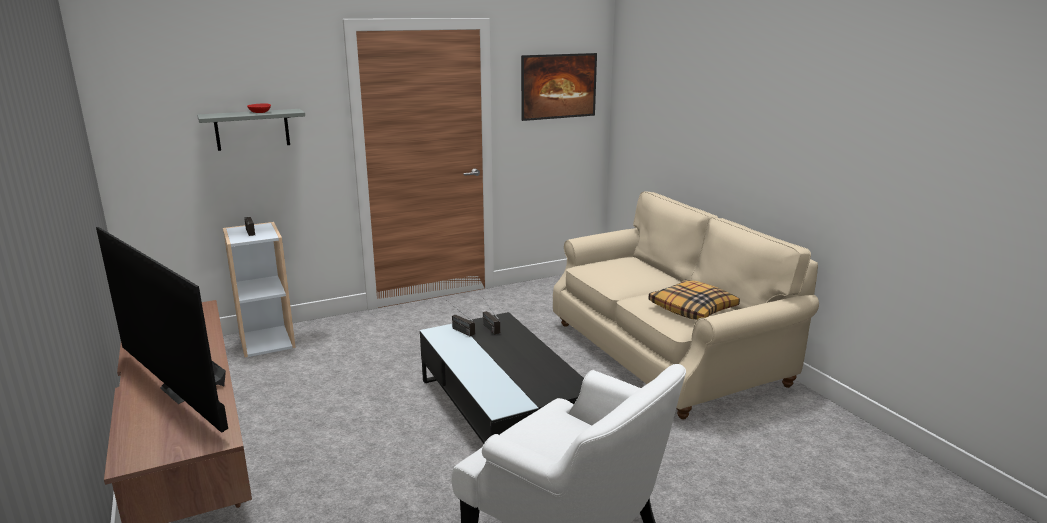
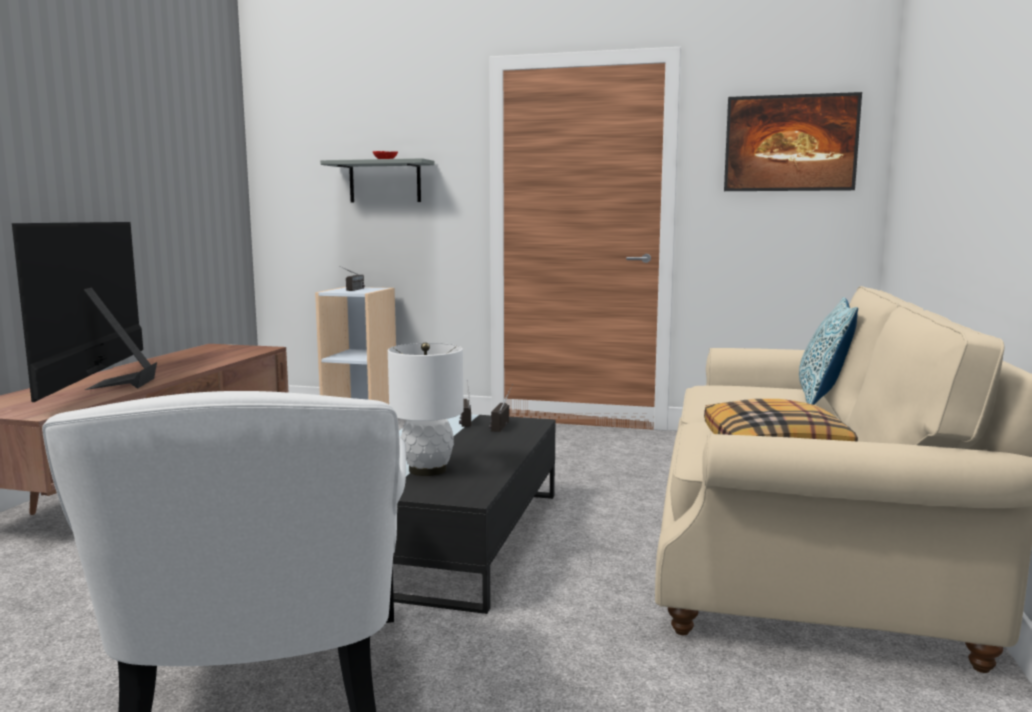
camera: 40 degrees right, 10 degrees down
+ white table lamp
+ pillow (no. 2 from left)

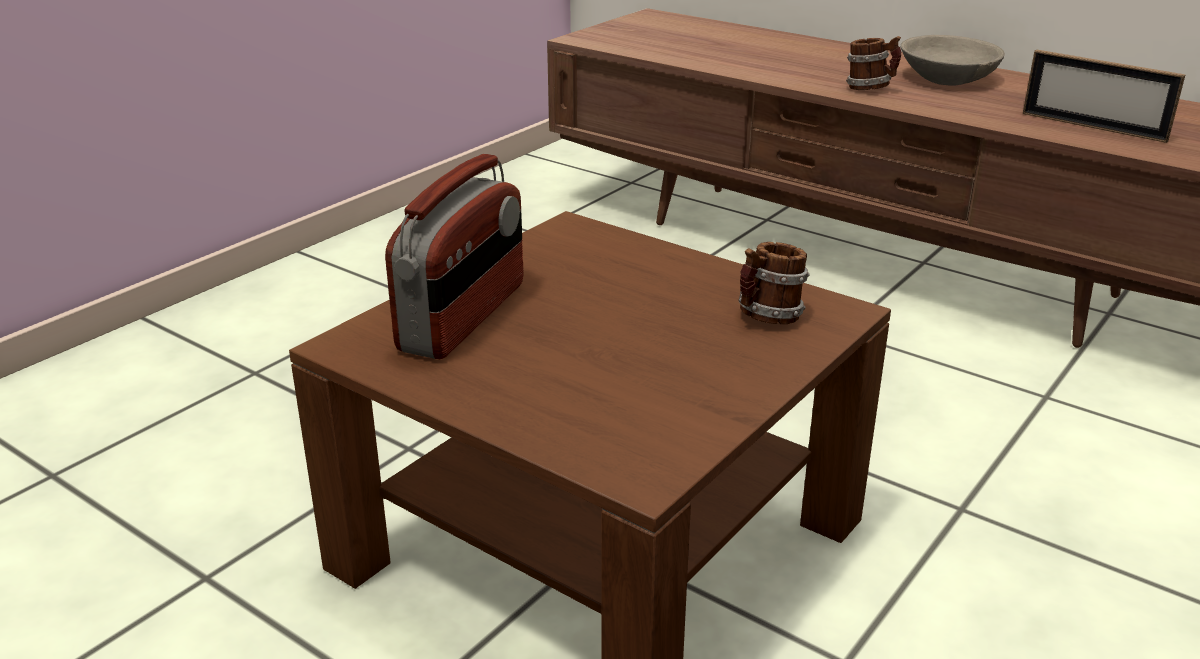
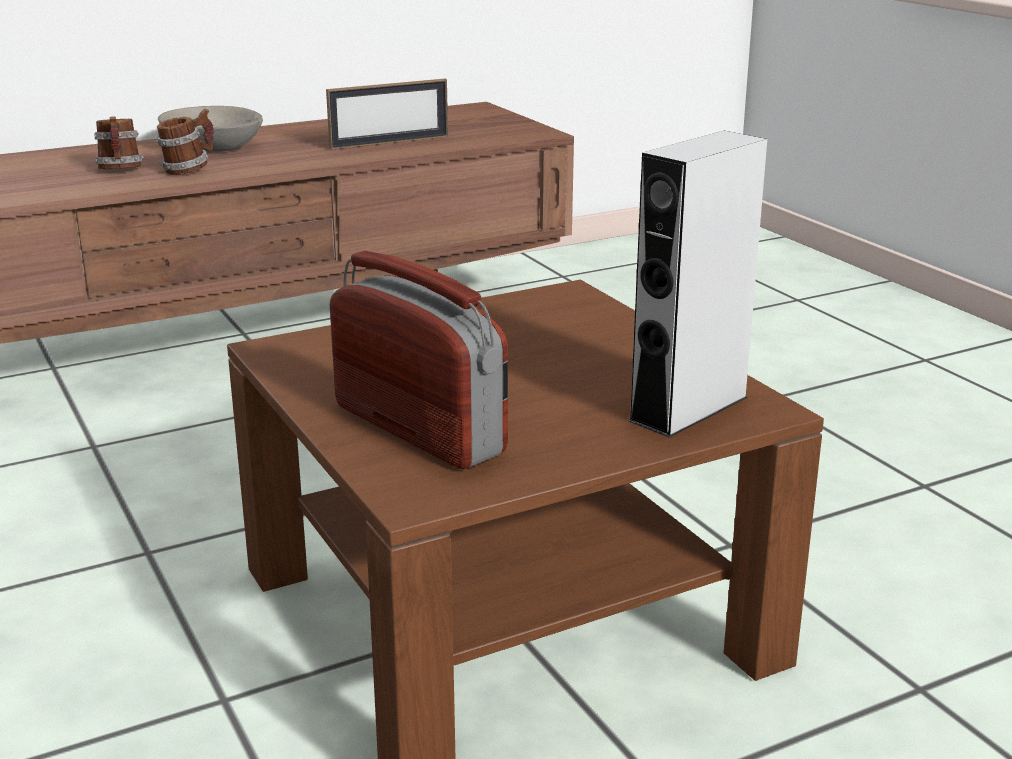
camera: 65 degrees left, 5 degrees down
~ mug (no. 1 from left)
+ grey speaker

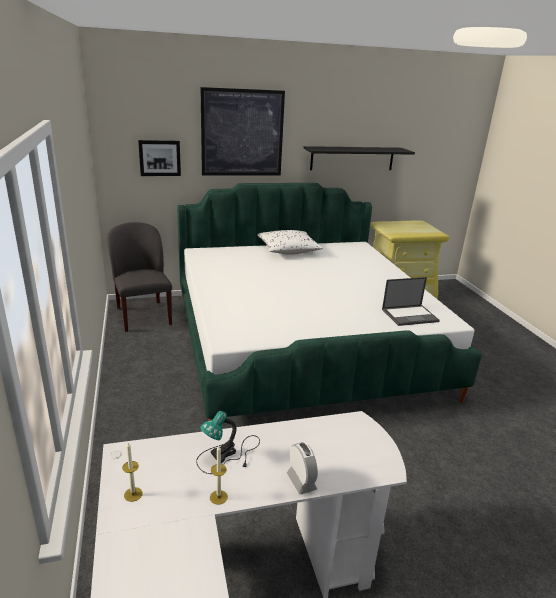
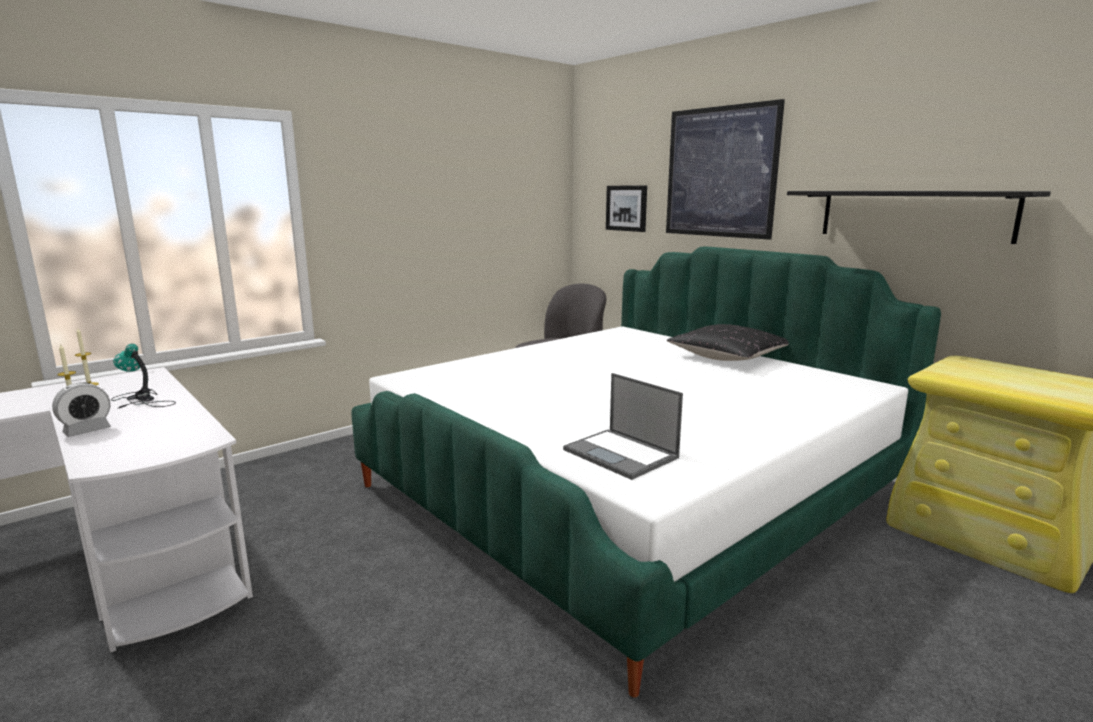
camera: 65 degrees right, 10 degrees down
~ white pillow to black pillow

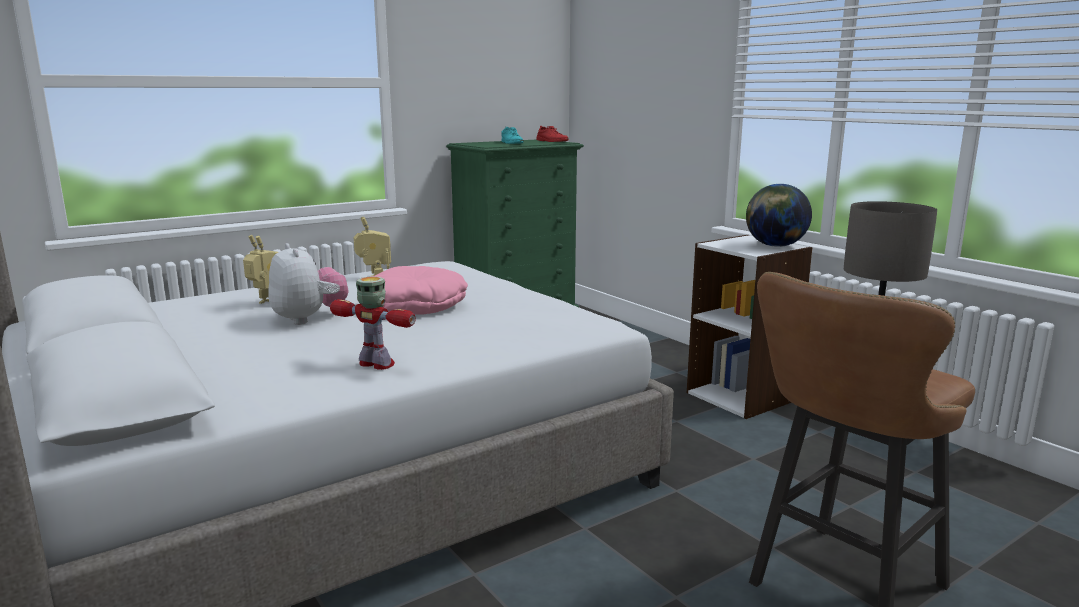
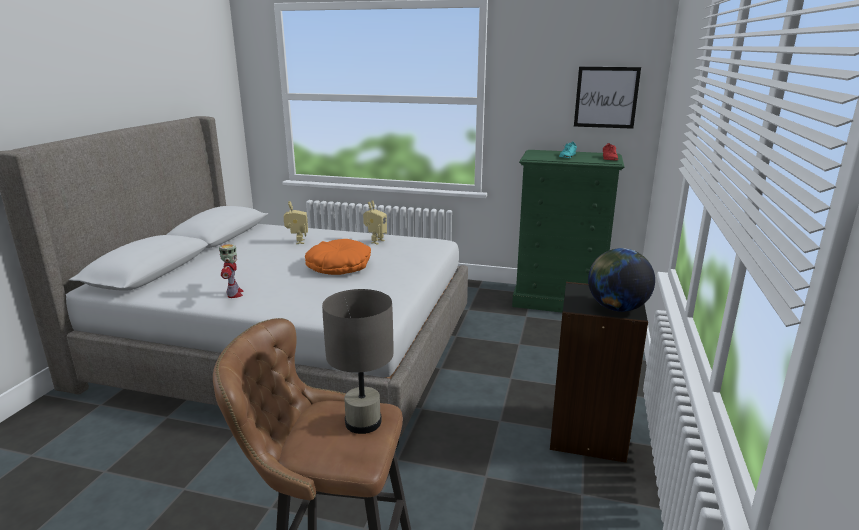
camera: 50 degrees right, 5 degrees up
- plush toy
~ pink pillow to orange pillow
~ white bookcase to black bookcase
+ picture

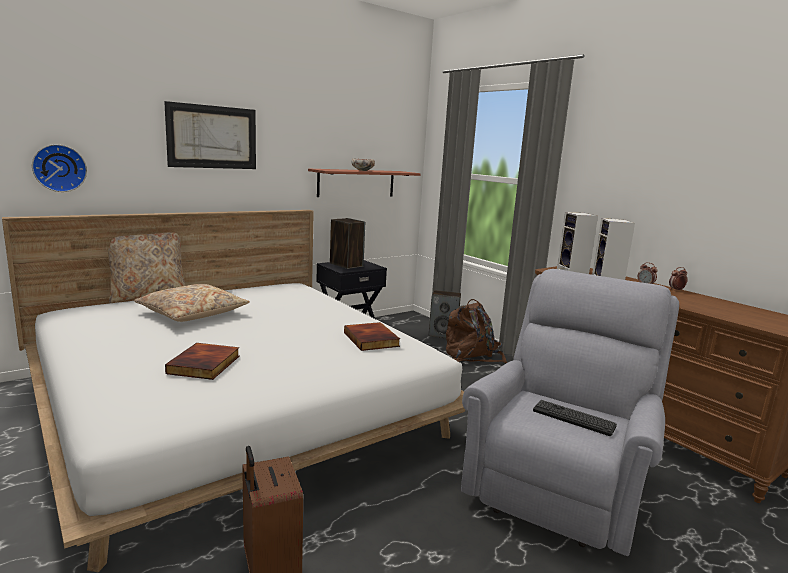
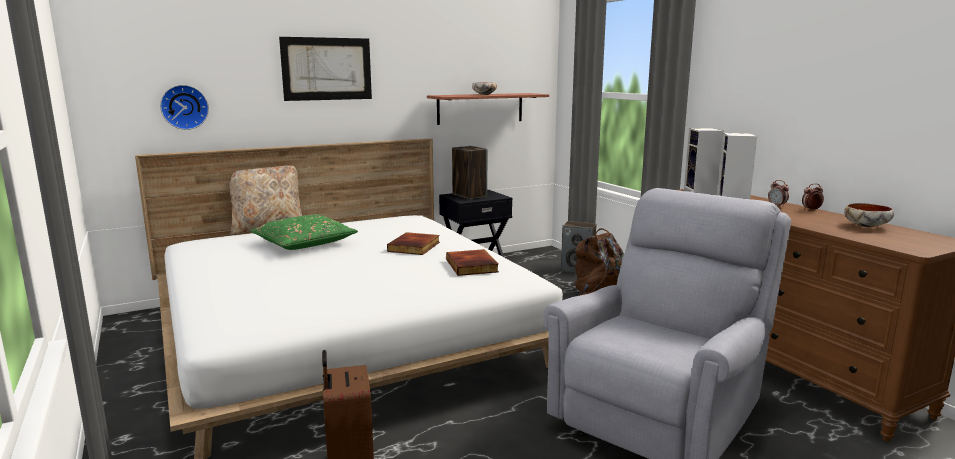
camera: 10 degrees right, 0 degrees up
~ beige pillow (no. 2 from left) to green pillow
~ book (no. 1 from left)
- keyboard
+ bowl (no. 2 from left)

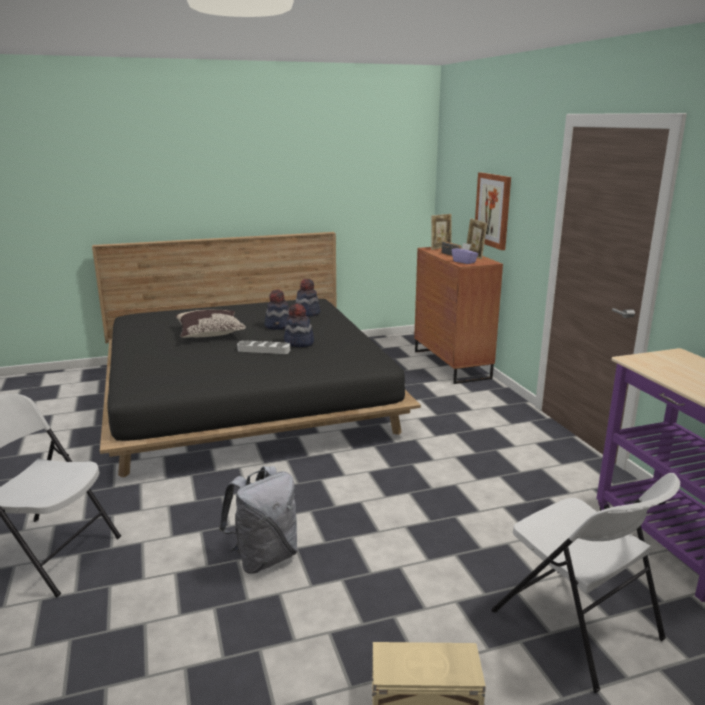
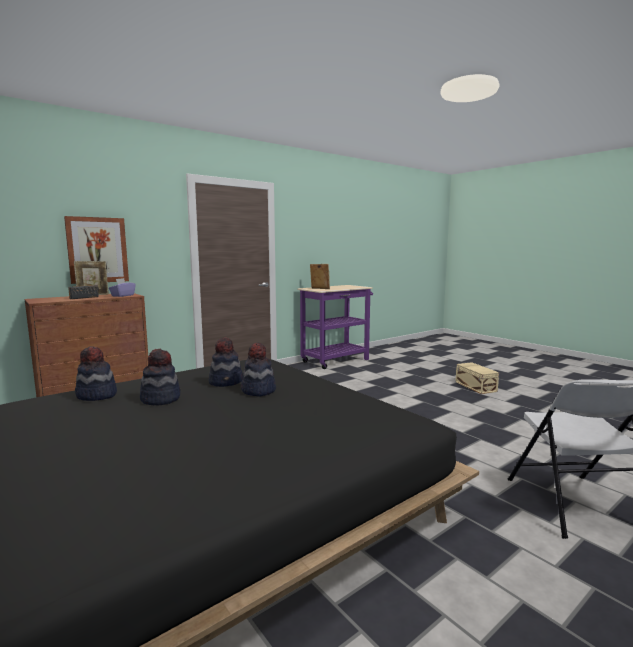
camera: 110 degrees left, 10 degrees down
- pillow
- grey backpack
~ grey tray to hat (no. 4 from left)
~ picture frame (no. 1 from left in the first image) to picture frame (no. 2 from left)
- white chair (no. 2 from left)

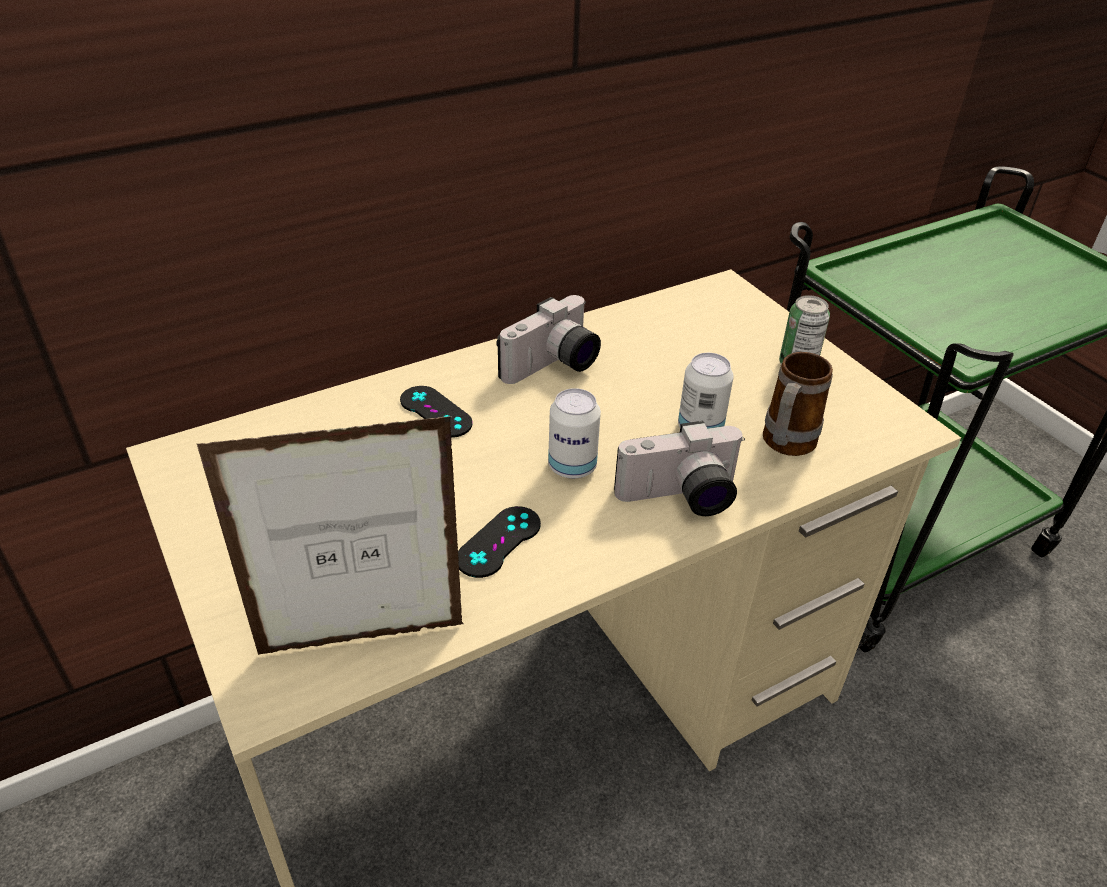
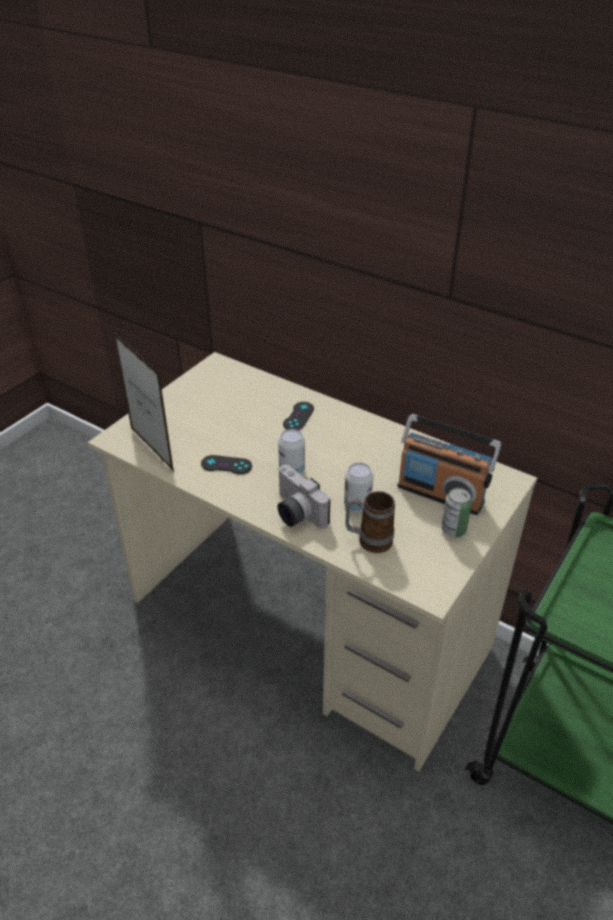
camera: 65 degrees right, 0 degrees up
- photo camera (no. 1 from left)
+ radio

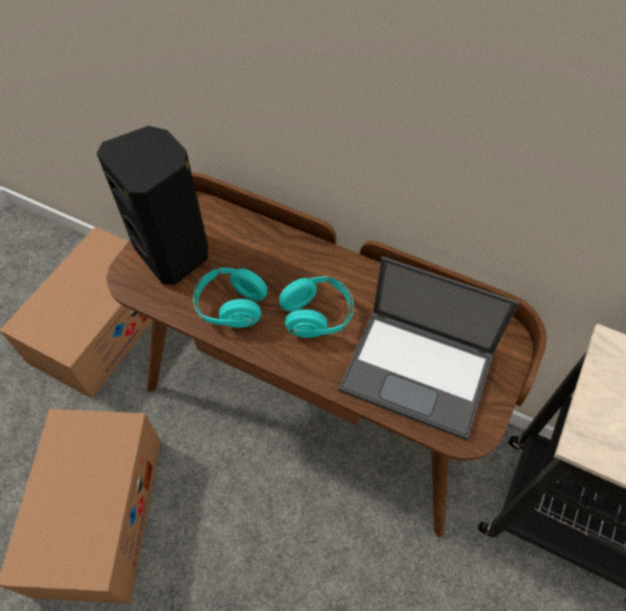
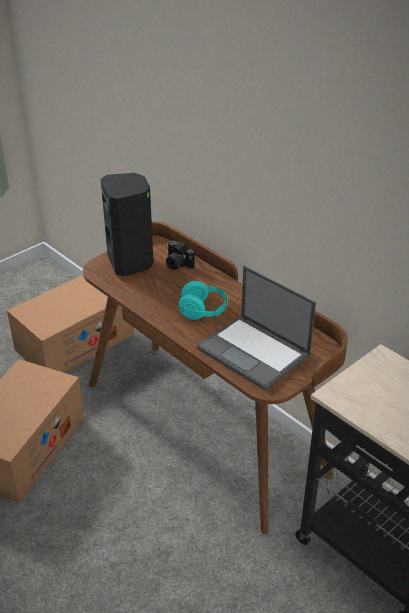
camera: 20 degrees right, 20 degrees down
- turquoise headphones (no. 1 from left)
+ photo camera

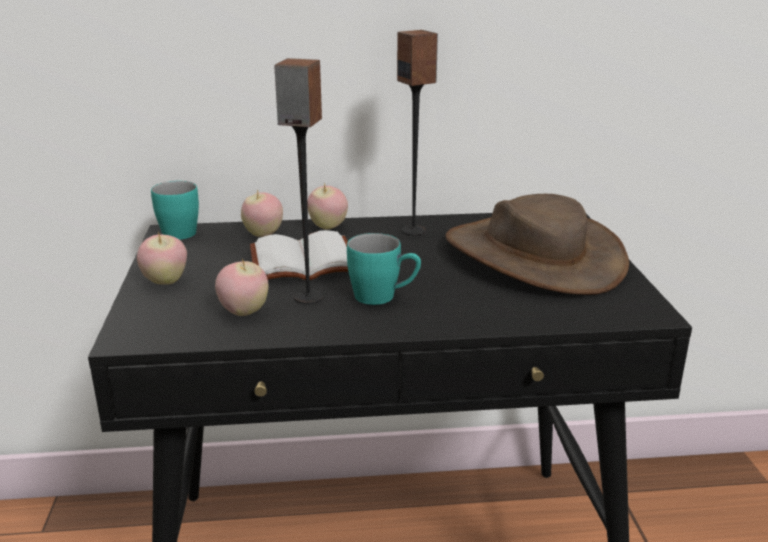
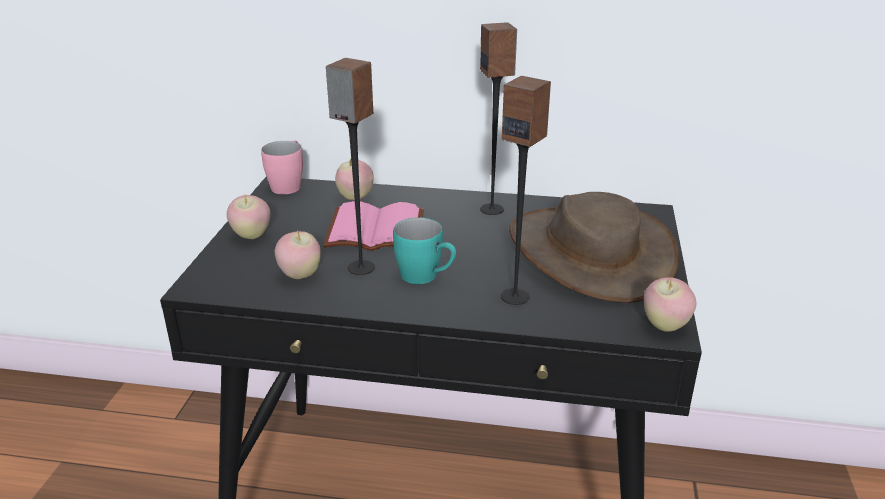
camera: 15 degrees right, 5 degrees up
~ turquoise mug (no. 1 from left) to pink mug
~ white book to pink book
~ apple (no. 4 from left)
+ speaker (no. 3 from left)

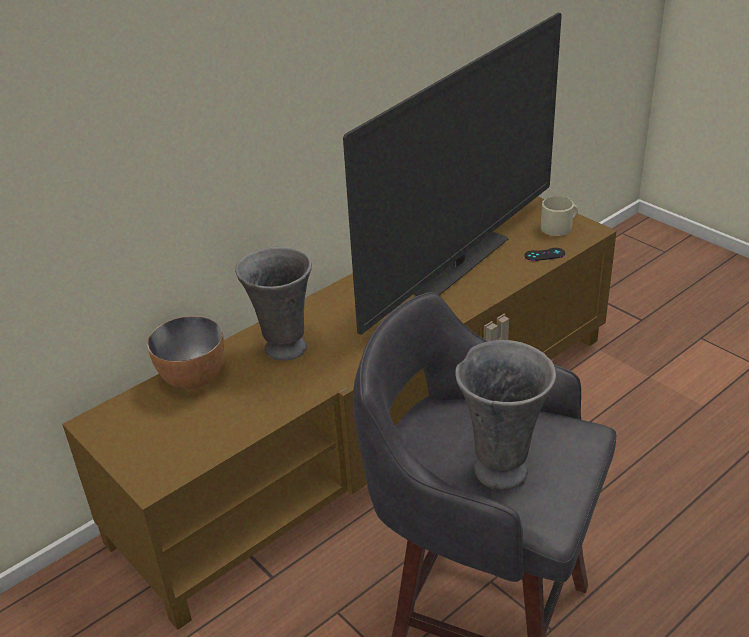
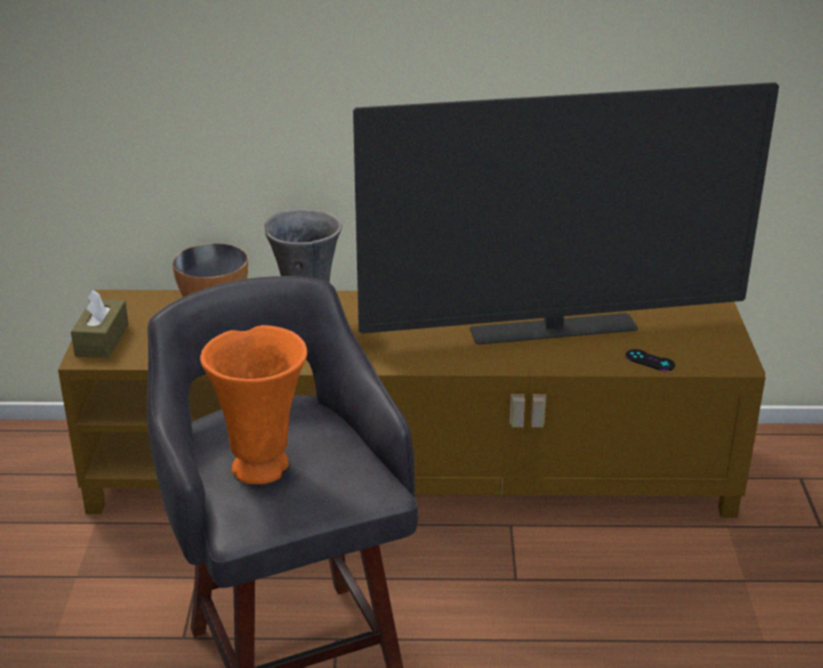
camera: 40 degrees right, 5 degrees down
~ grey vase (no. 2 from left) to orange vase
- beige mug
+ brown tissue box

